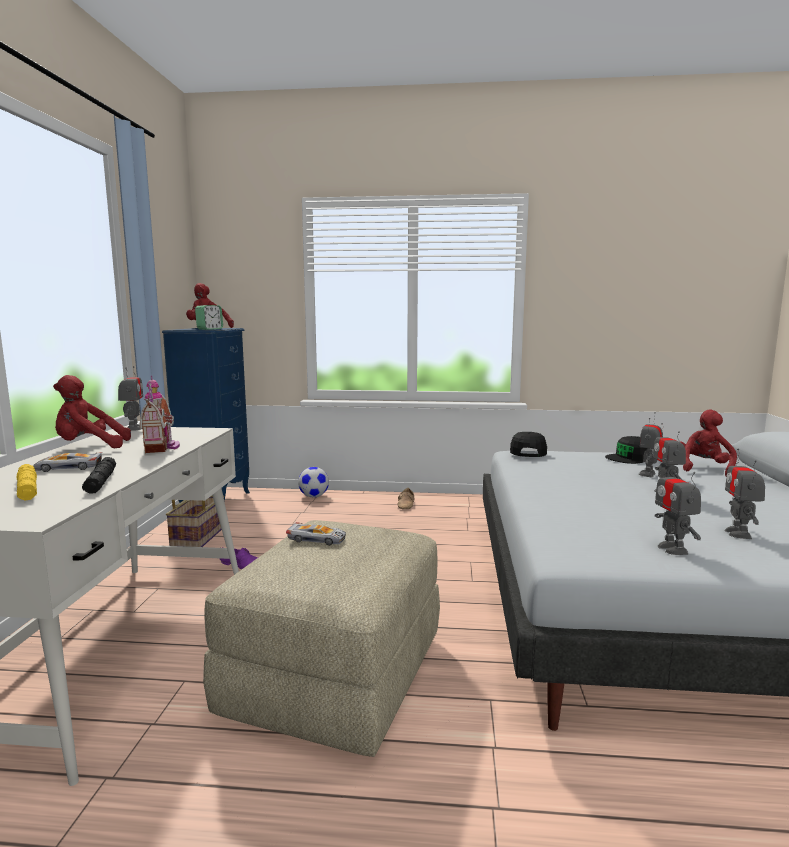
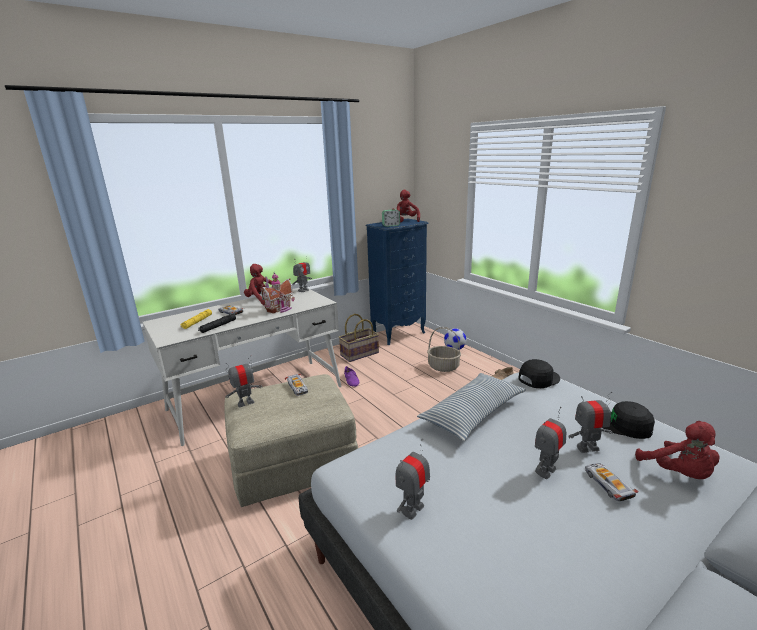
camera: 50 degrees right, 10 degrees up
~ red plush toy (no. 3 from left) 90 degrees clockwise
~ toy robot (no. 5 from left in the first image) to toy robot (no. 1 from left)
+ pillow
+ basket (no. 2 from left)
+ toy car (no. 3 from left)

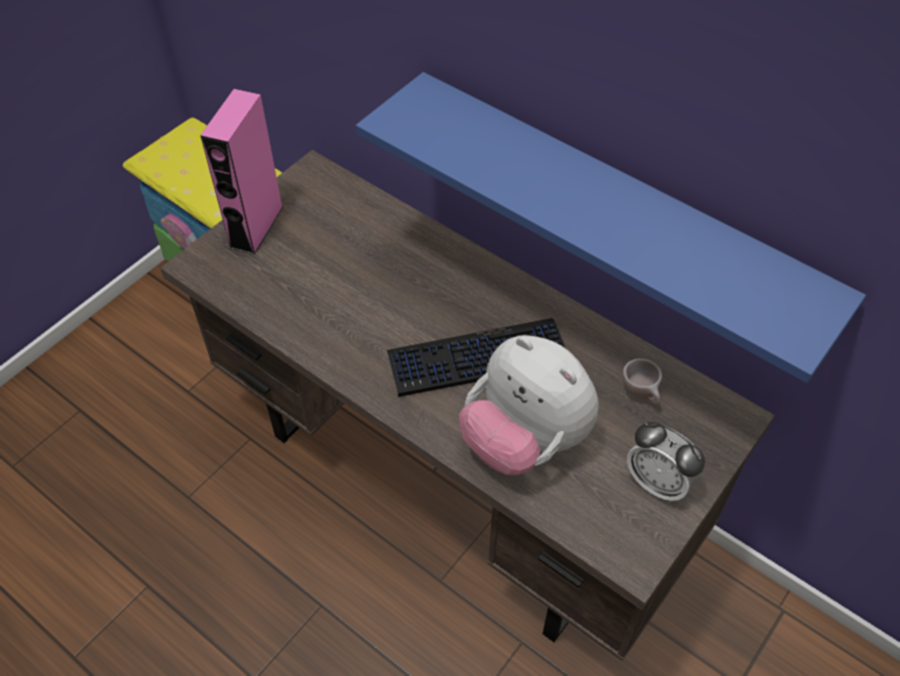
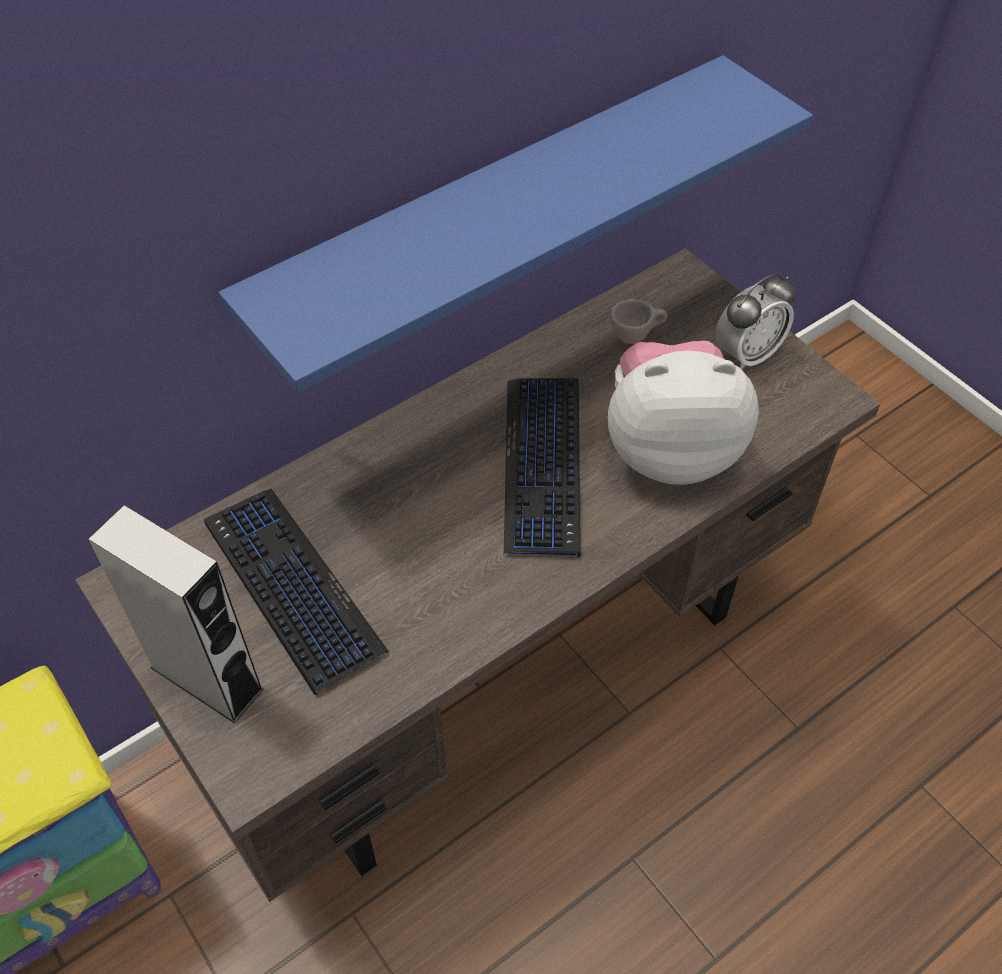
camera: 75 degrees left, 0 degrees up
~ pink speaker to grey speaker
~ plush toy 150 degrees counterclockwise
+ keyboard (no. 1 from left)

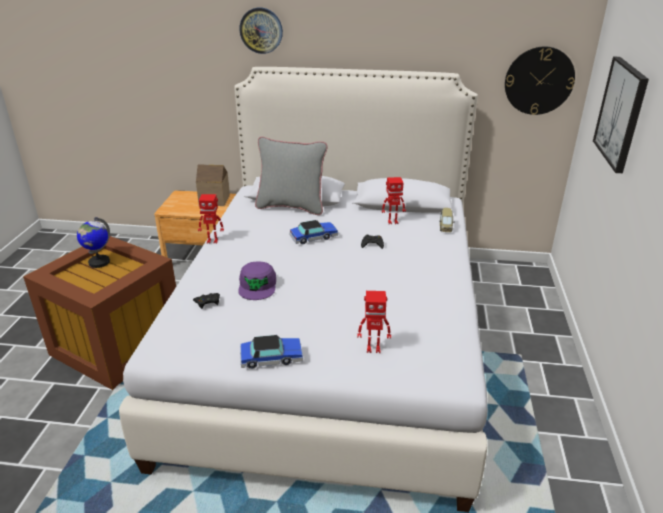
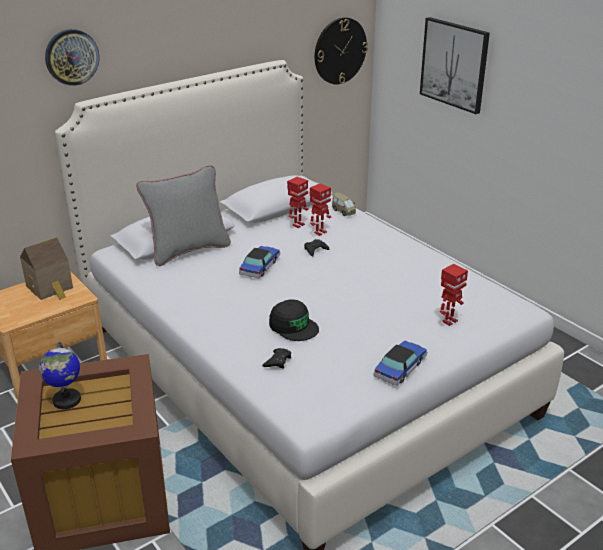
camera: 45 degrees left, 0 degrees up
~ toy robot (no. 1 from left in the first image) to toy robot (no. 2 from left)
~ purple cap to black cap

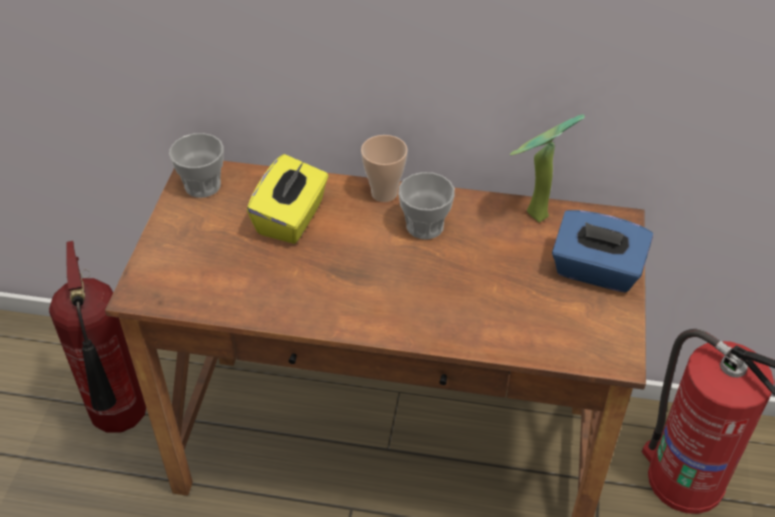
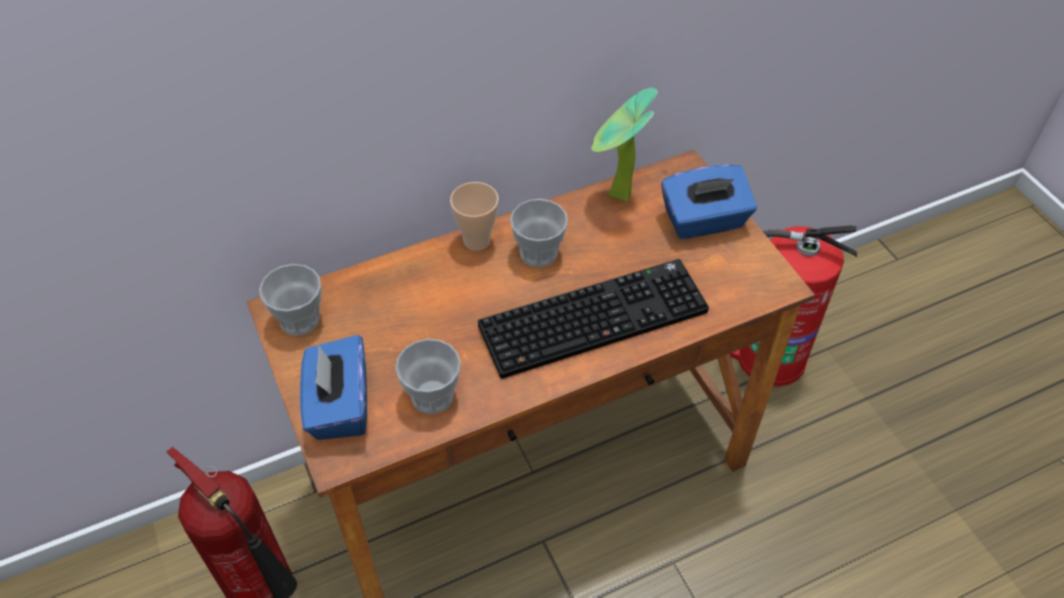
camera: 35 degrees left, 5 degrees up
- yellow tissue box
+ blue tissue box (no. 1 from left)
+ cup (no. 2 from left)
+ keyboard

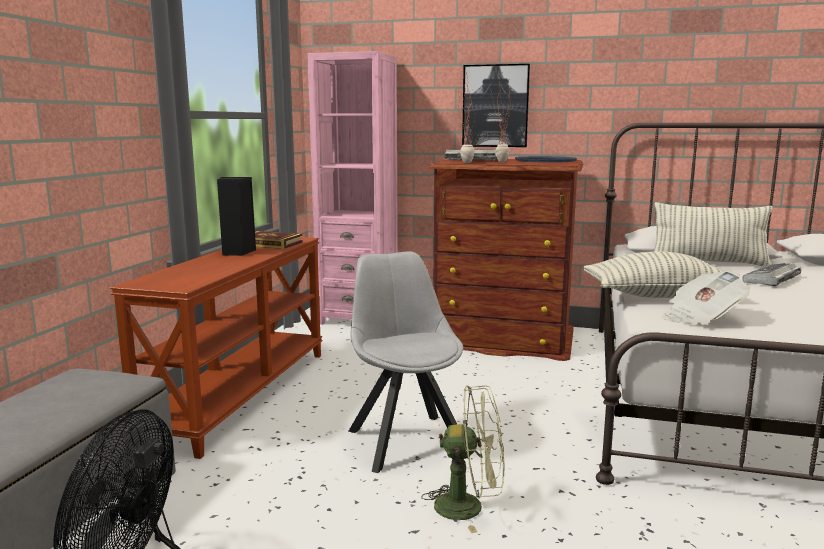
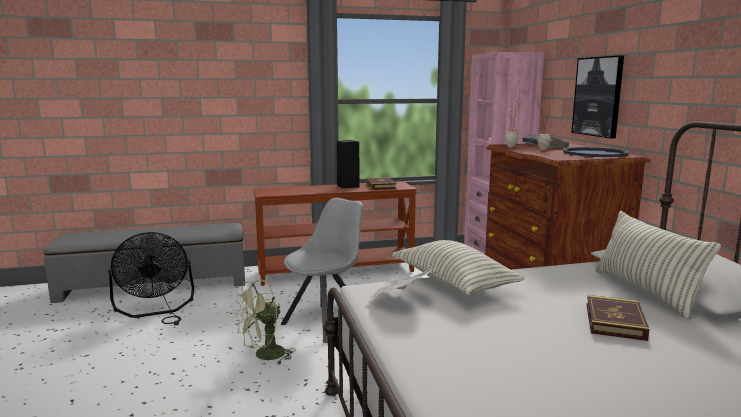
camera: 60 degrees right, 0 degrees up
~ green fan 75 degrees clockwise
~ keyboard (no. 2 from left) to book (no. 2 from left)

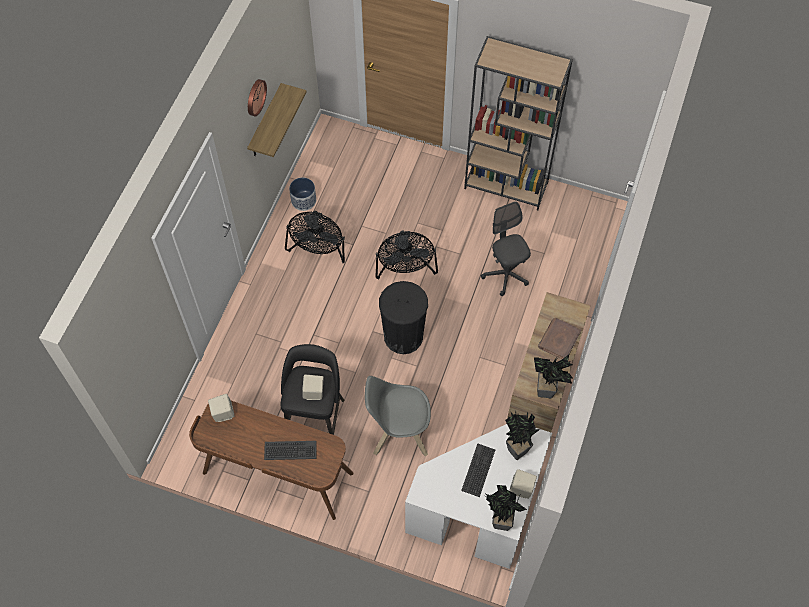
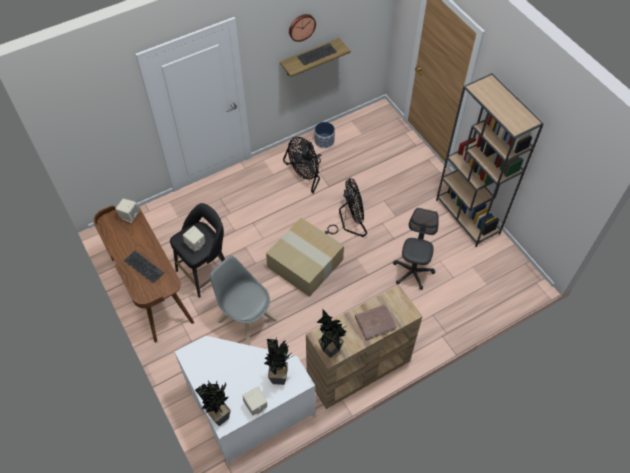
camera: 40 degrees right, 5 degrees down
~ black fan (no. 2 from left) 135 degrees counterclockwise
~ black trash can to cardboard box
~ keyboard (no. 2 from left)

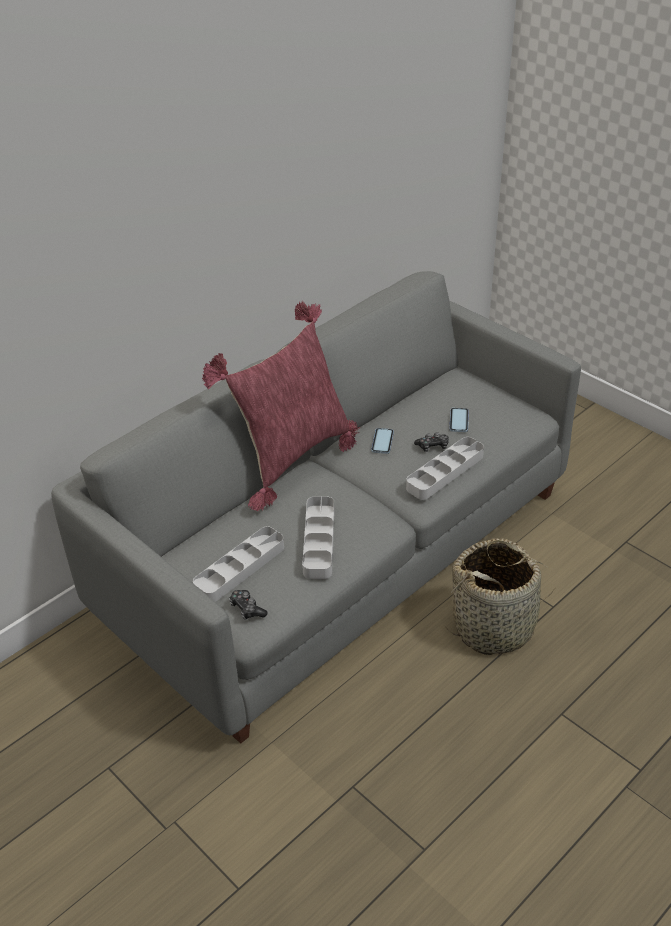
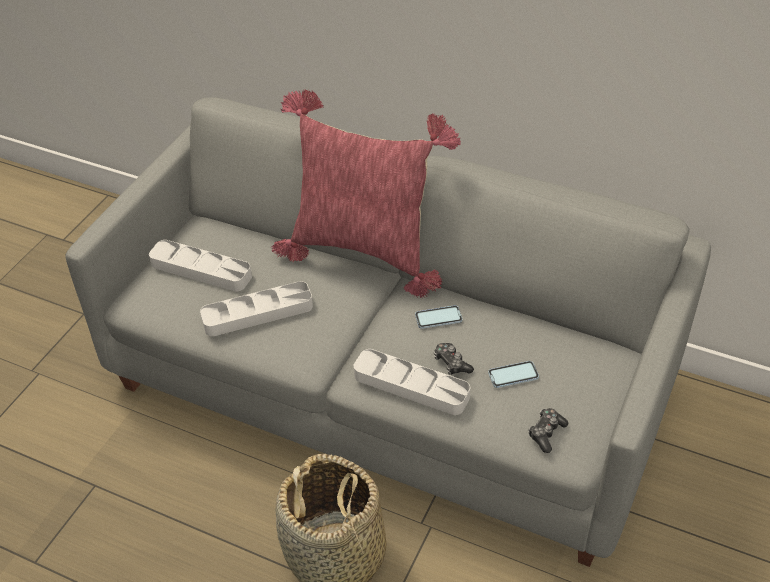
camera: 70 degrees right, 5 degrees up
~ game controller (no. 1 from left in the first image) to game controller (no. 2 from left)

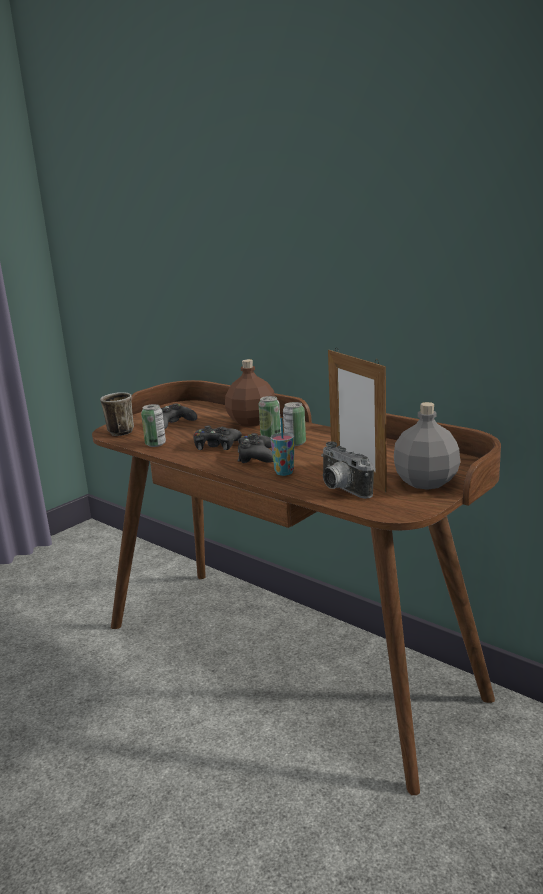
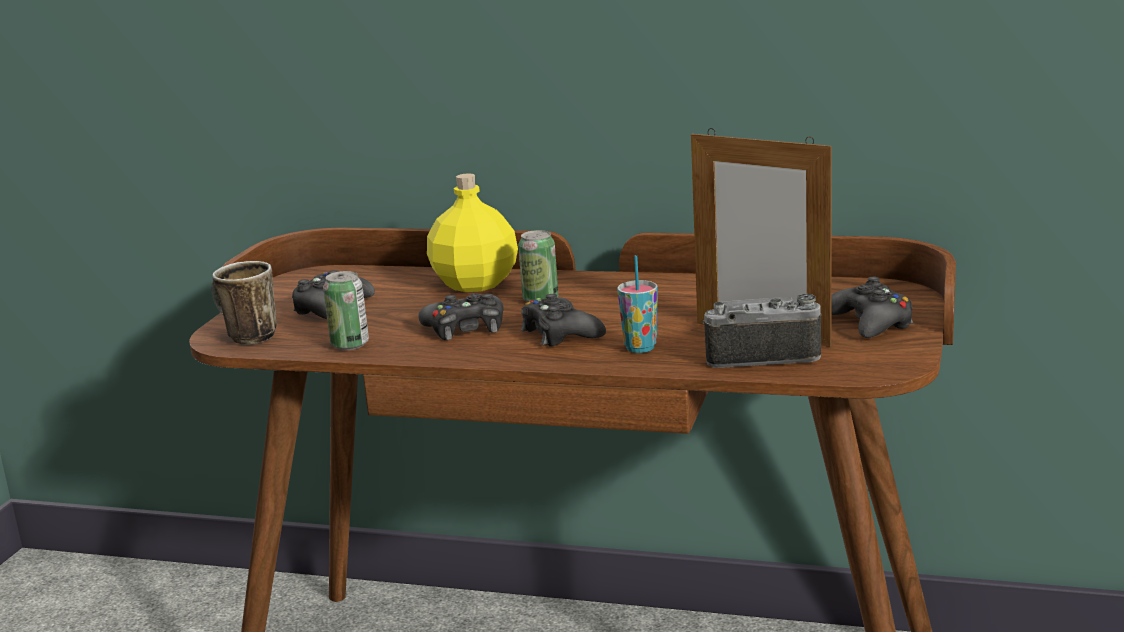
camera: 25 degrees left, 0 degrees up
~ brown bottle to yellow bottle
- can (no. 3 from left)
~ photo camera 150 degrees clockwise
~ grey bottle to black game controller (no. 4 from left)

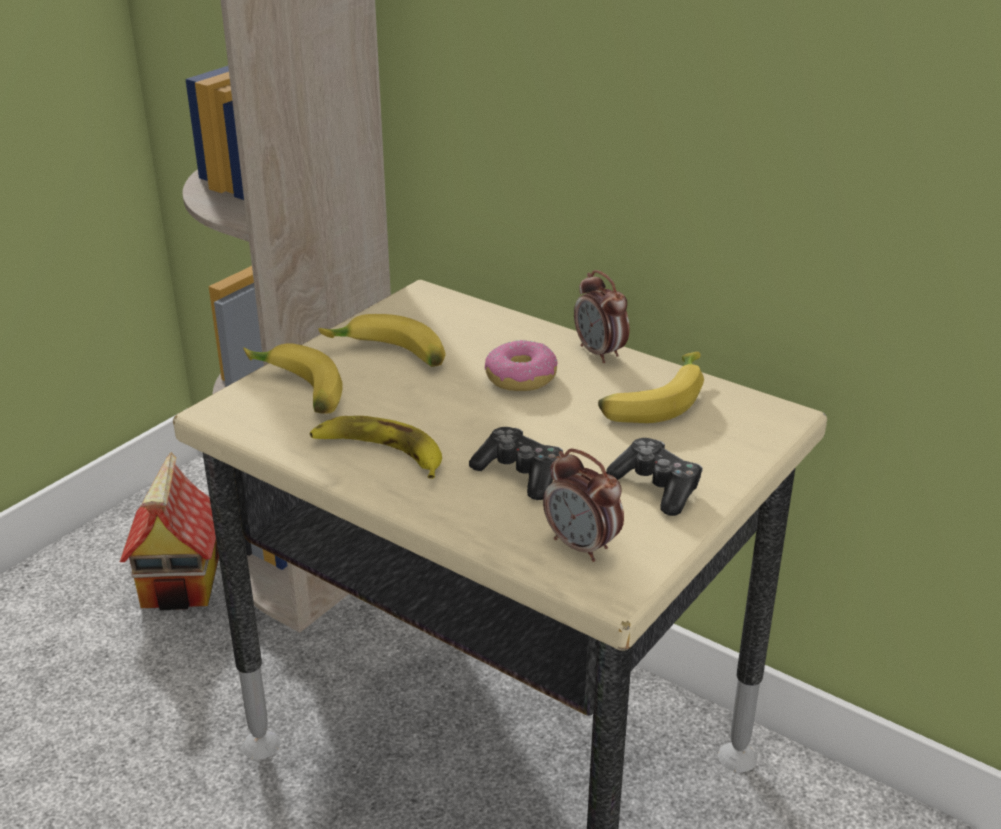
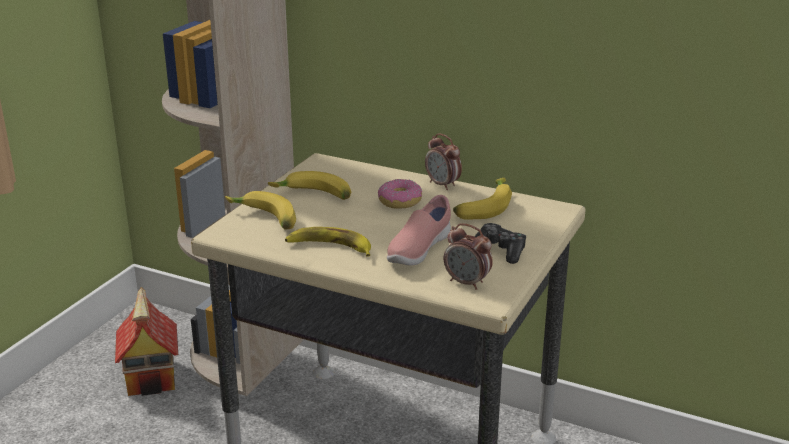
camera: 10 degrees left, 5 degrees down
~ game controller (no. 1 from left) to pink shoe

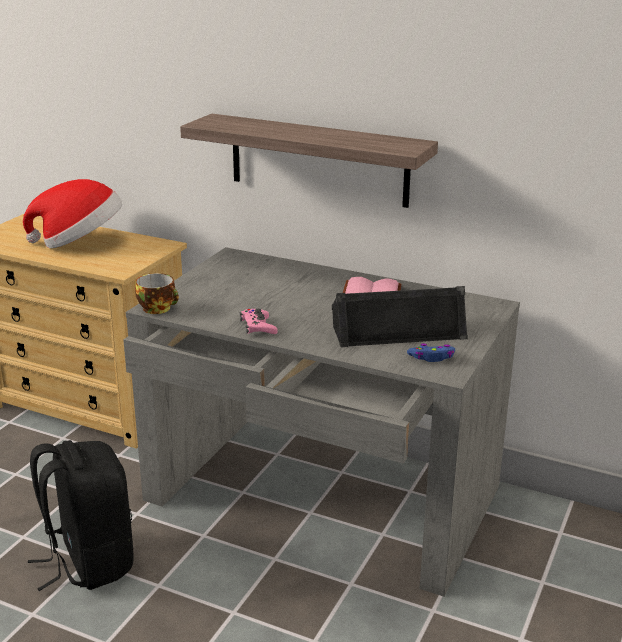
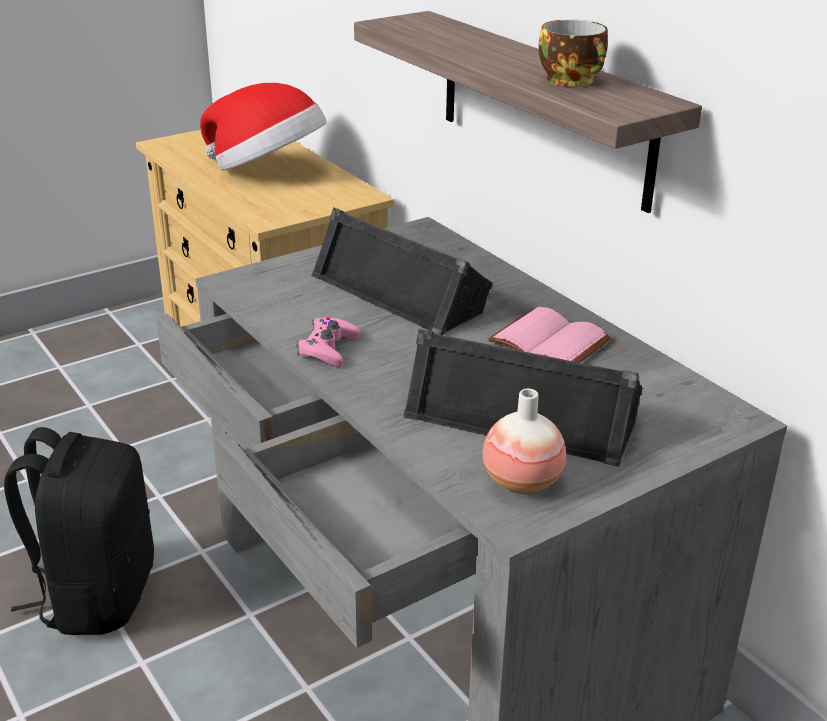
camera: 30 degrees right, 5 degrees up
~ cup
~ blue game controller to vase
+ black speaker (no. 1 from left)

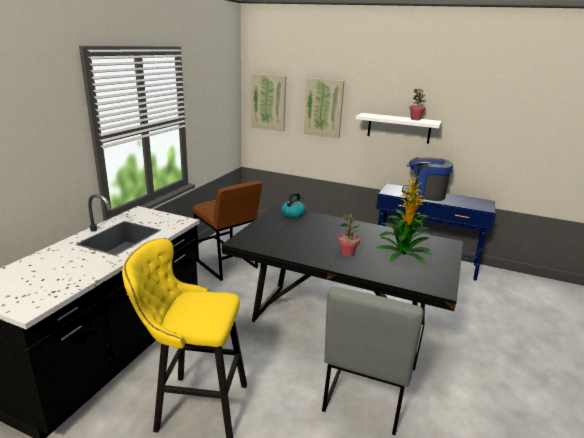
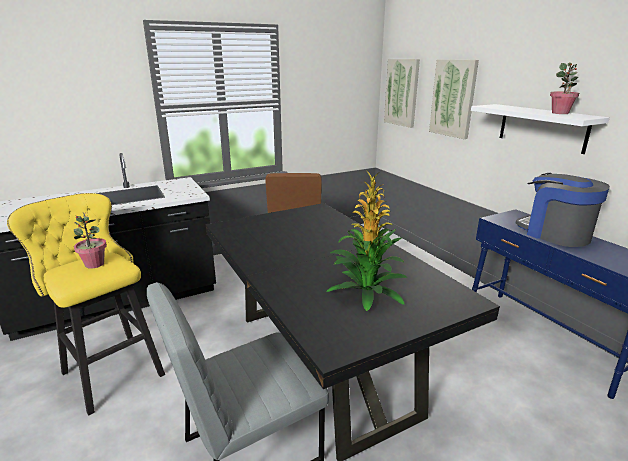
camera: 40 degrees right, 0 degrees up
- kettle
~ potted plant (no. 1 from left)

